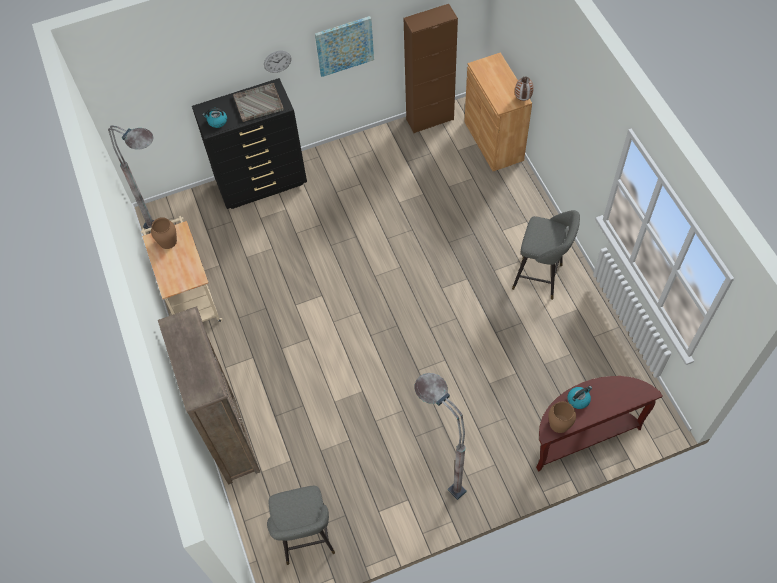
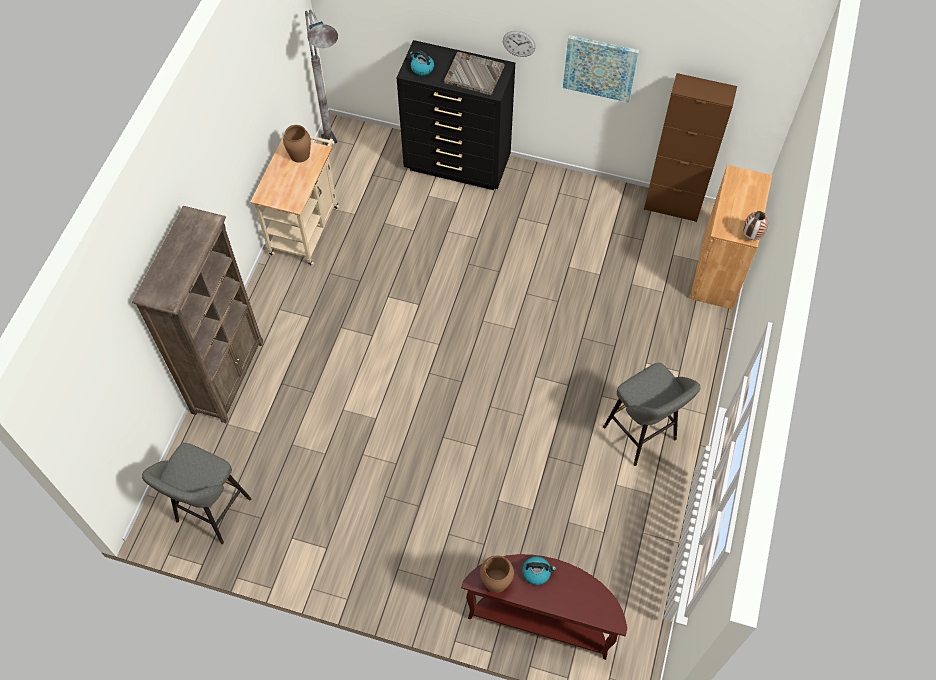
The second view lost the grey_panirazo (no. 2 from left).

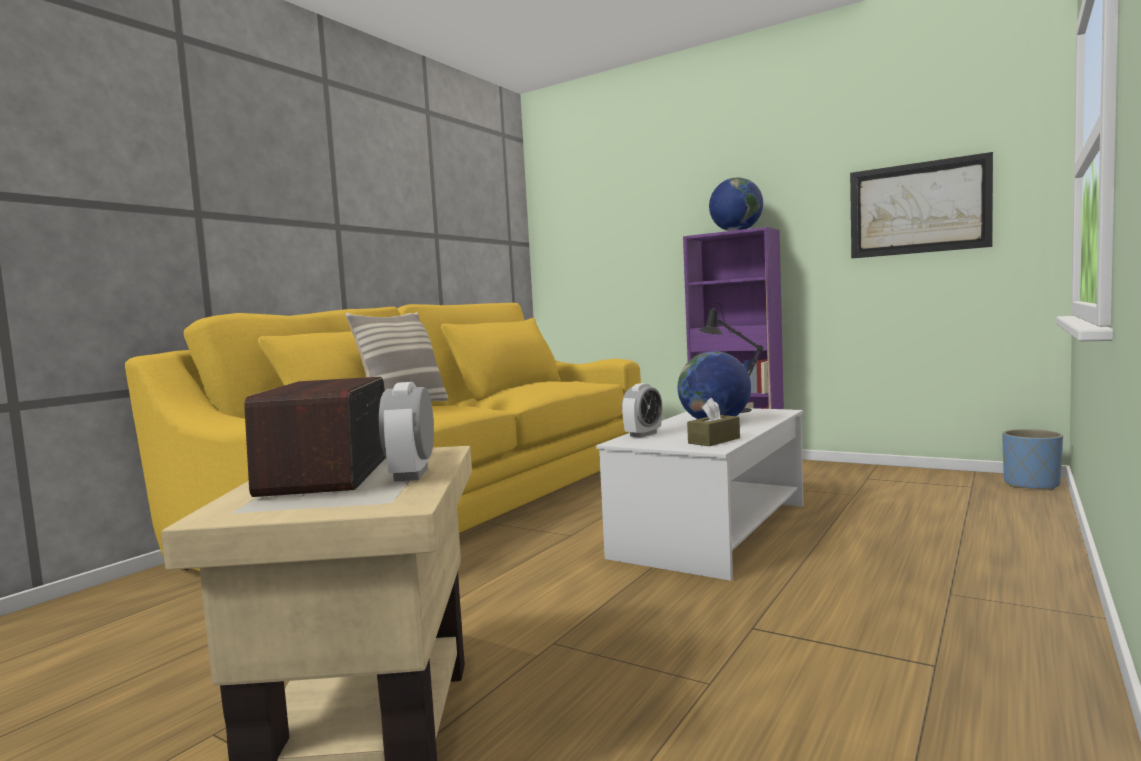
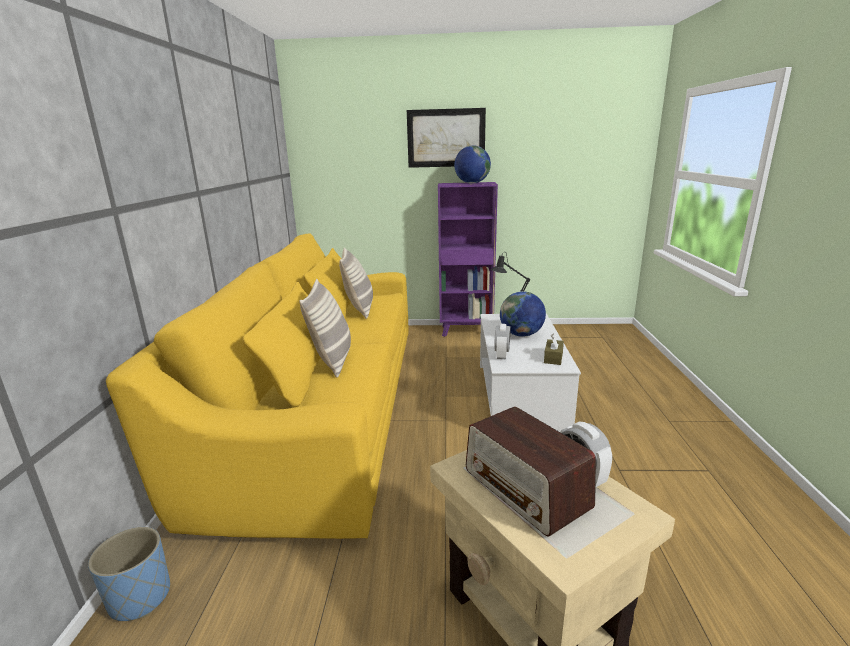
The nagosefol ended up elsewhere. The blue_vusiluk ended up elsewhere. The second view gained the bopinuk (no. 2 from left).

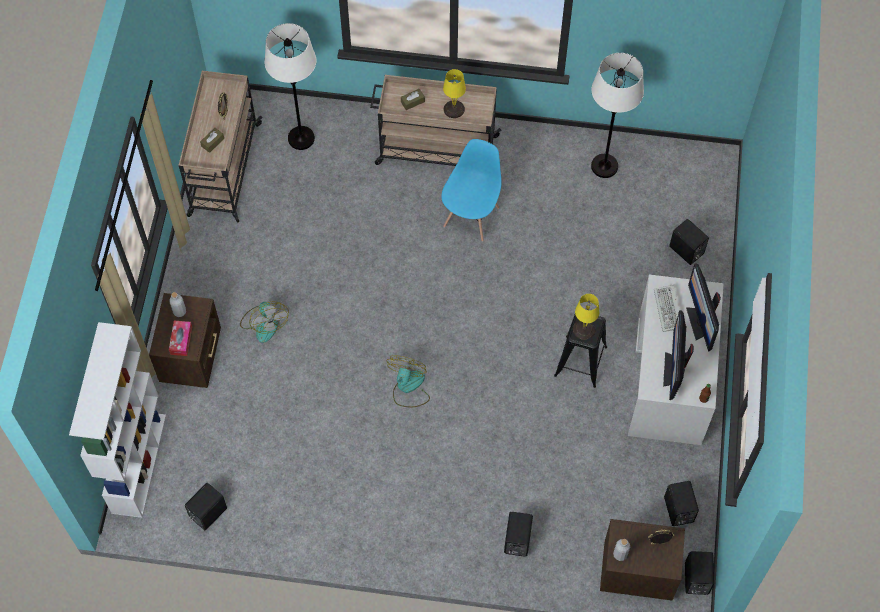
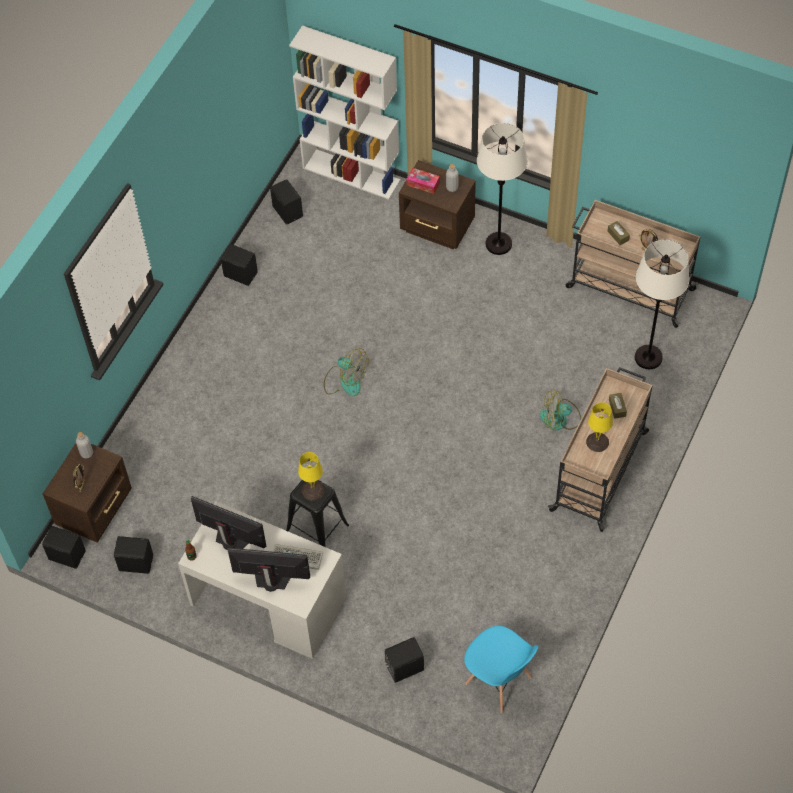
The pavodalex (no. 1 from left in the first image) ended up elsewhere. The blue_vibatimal ended up elsewhere. The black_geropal (no. 2 from left in the first image) ended up elsewhere. The white_panirazo (no. 2 from left in the first image) ended up elsewhere.

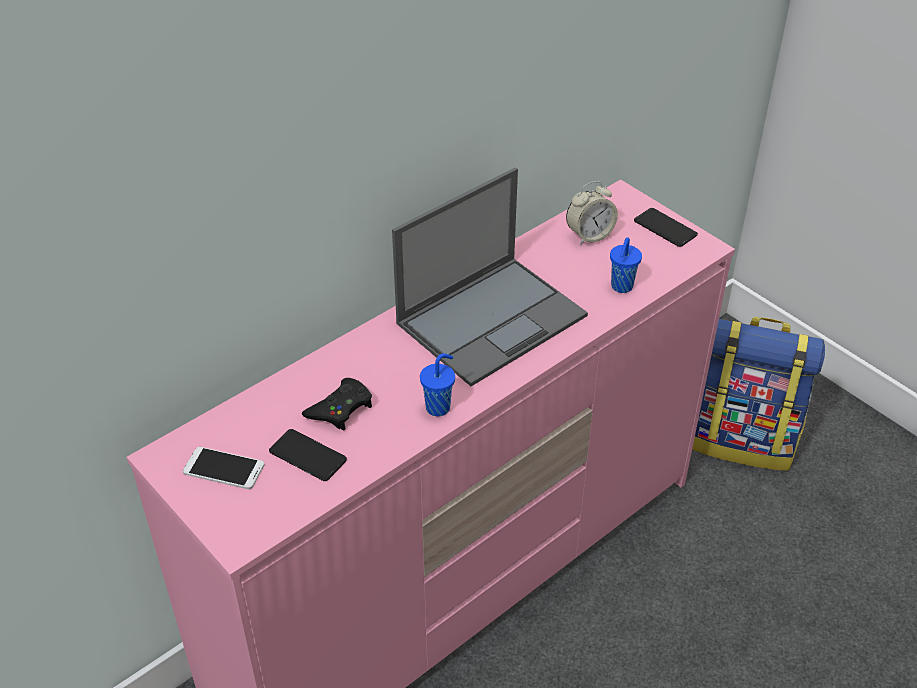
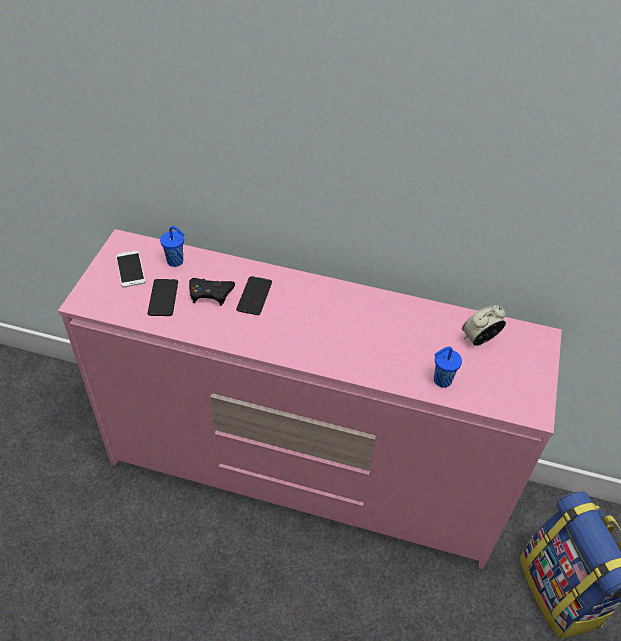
The second view lost the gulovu. The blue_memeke (no. 1 from left) ended up elsewhere. The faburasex ended up facing another way, 120 degrees clockwise from before. The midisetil (no. 3 from left) ended up elsewhere.

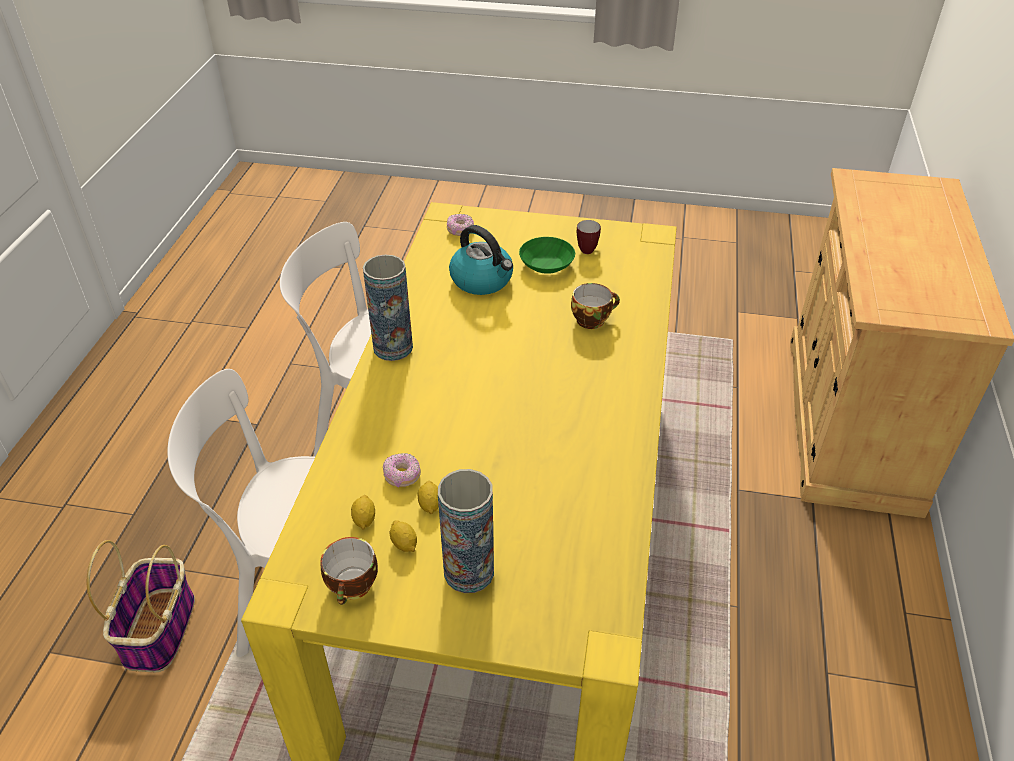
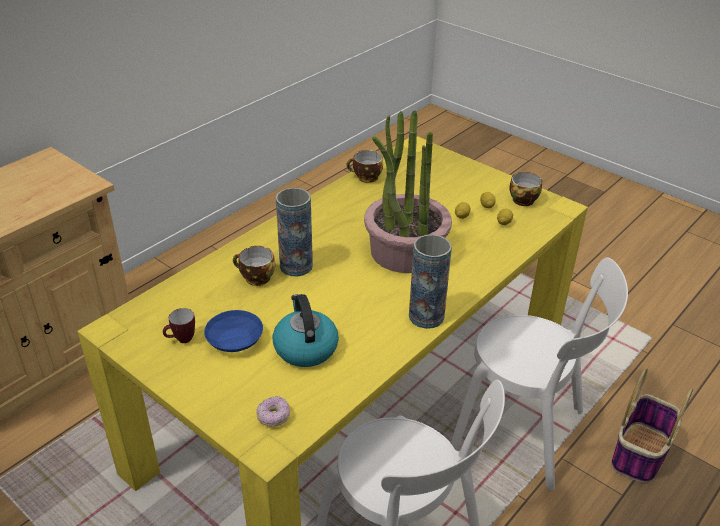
The second view lost the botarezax (no. 1 from left). The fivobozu (no. 2 from left in the first image) ended up elsewhere. What was the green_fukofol turned into the blue_fukofol. The second view gained the memeke (no. 2 from left). The second view gained the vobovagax.

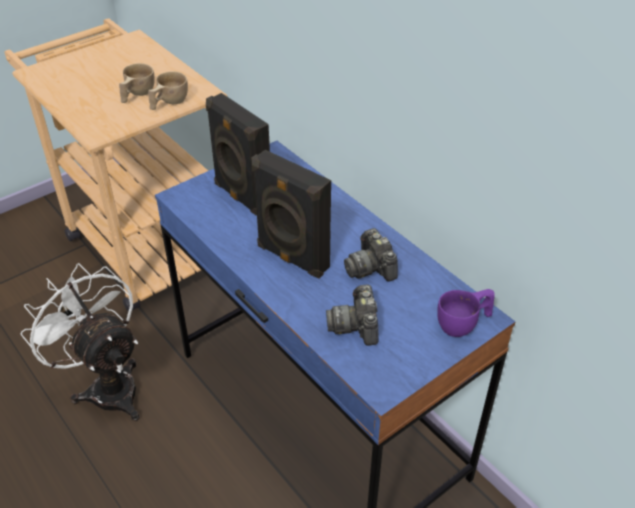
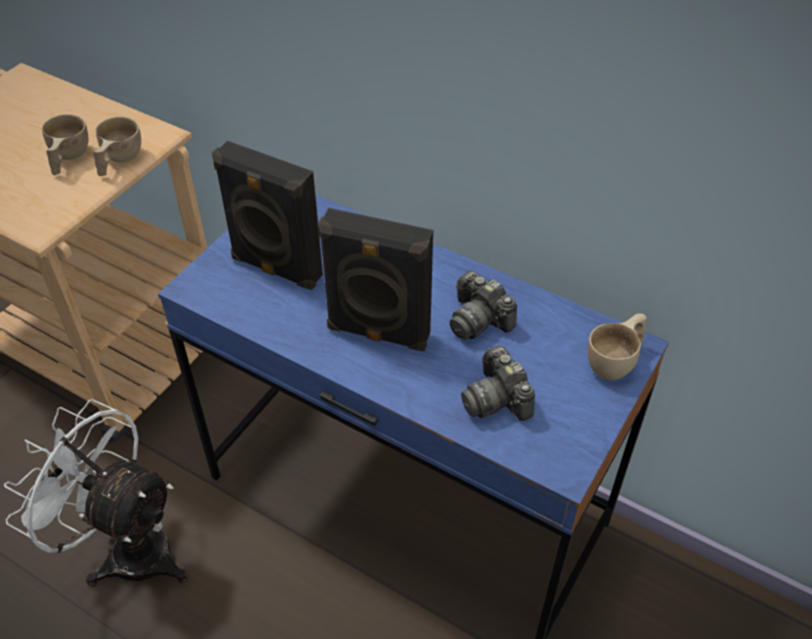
What was the purple_memeke turned into the beige_memeke (no. 3 from left).

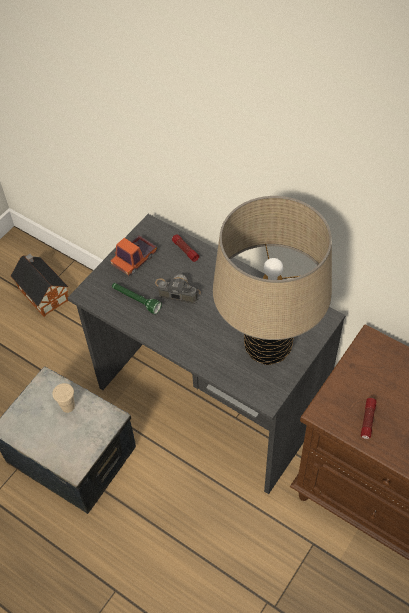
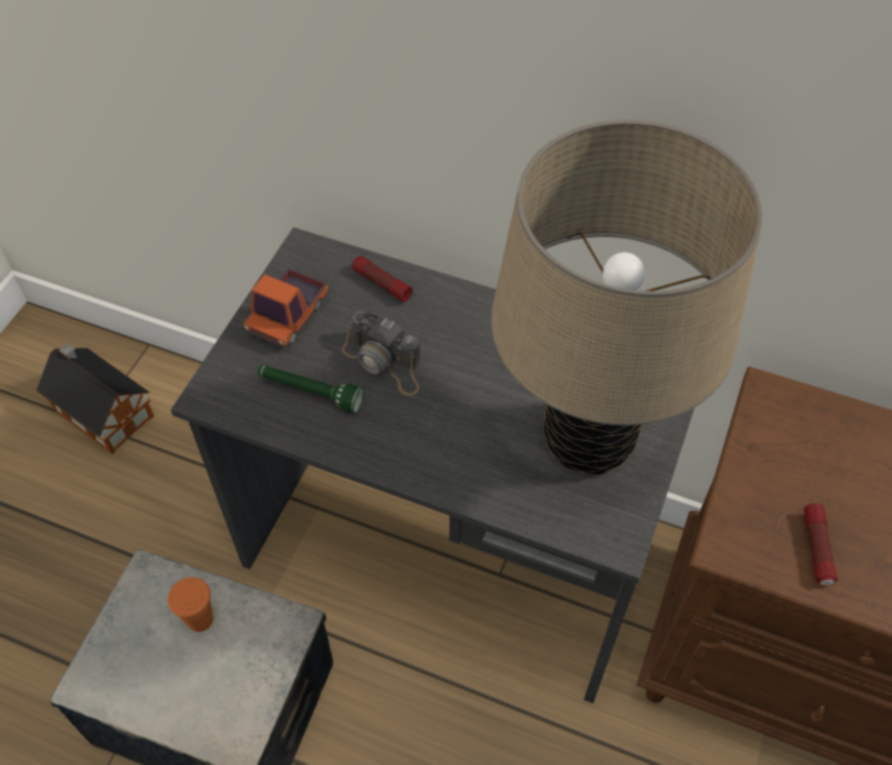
What was the beige_memeke turned into the orange_memeke. The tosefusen ended up facing another way, 150 degrees counterclockwise from before.

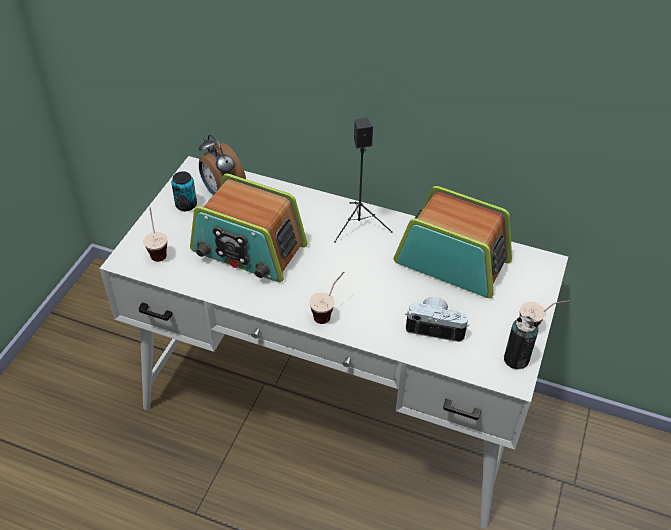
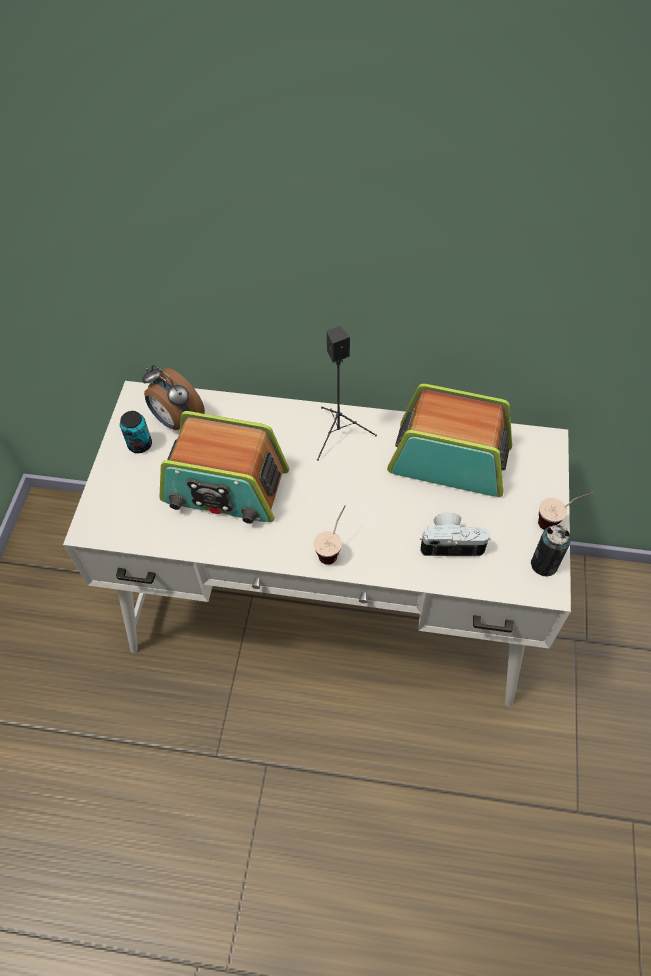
The second view lost the memeke (no. 1 from left).

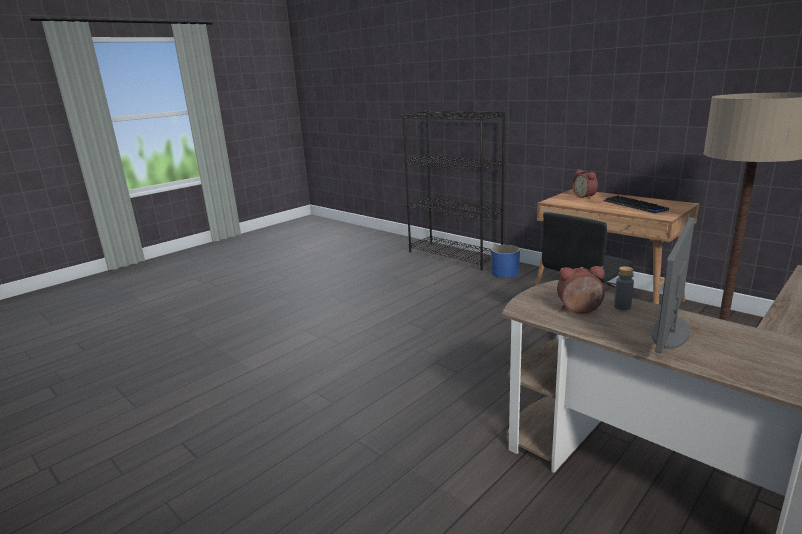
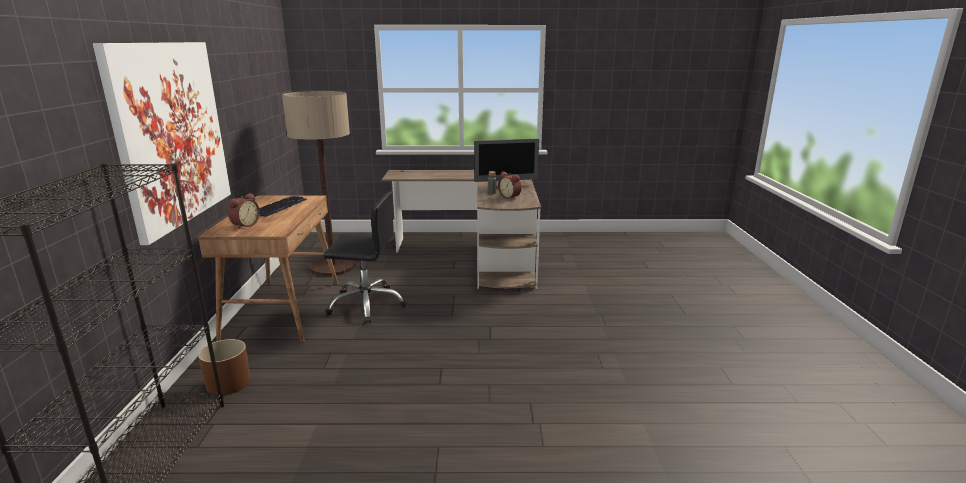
What was the blue_vusiluk turned into the brown_vusiluk. The second view gained the nagosefol.

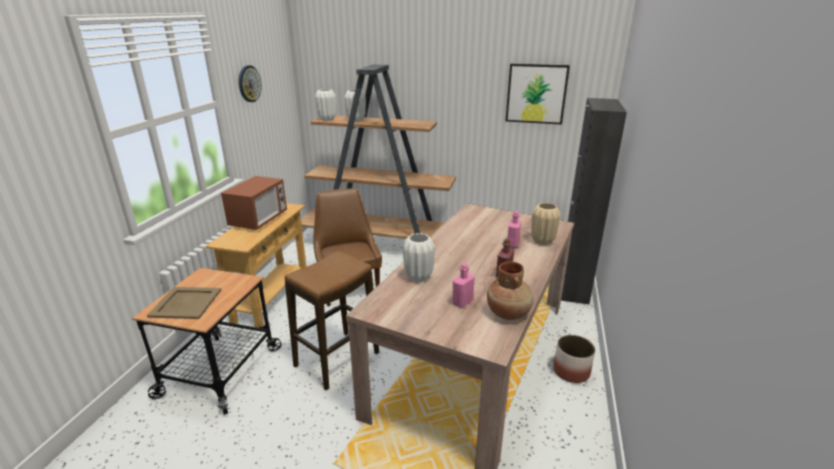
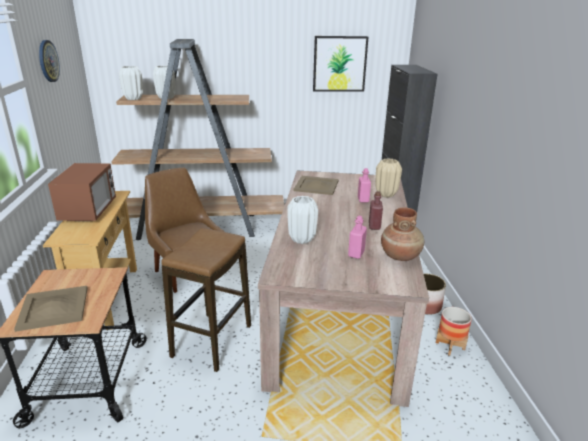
The second view gained the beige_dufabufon (no. 2 from left). The second view gained the vusiluk (no. 2 from left).

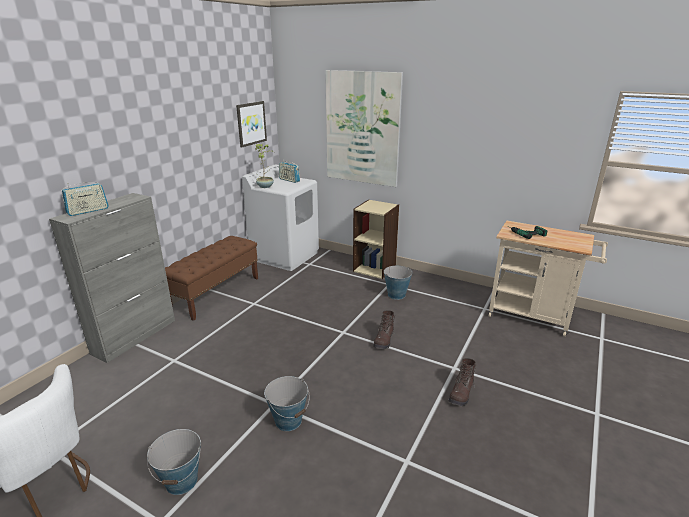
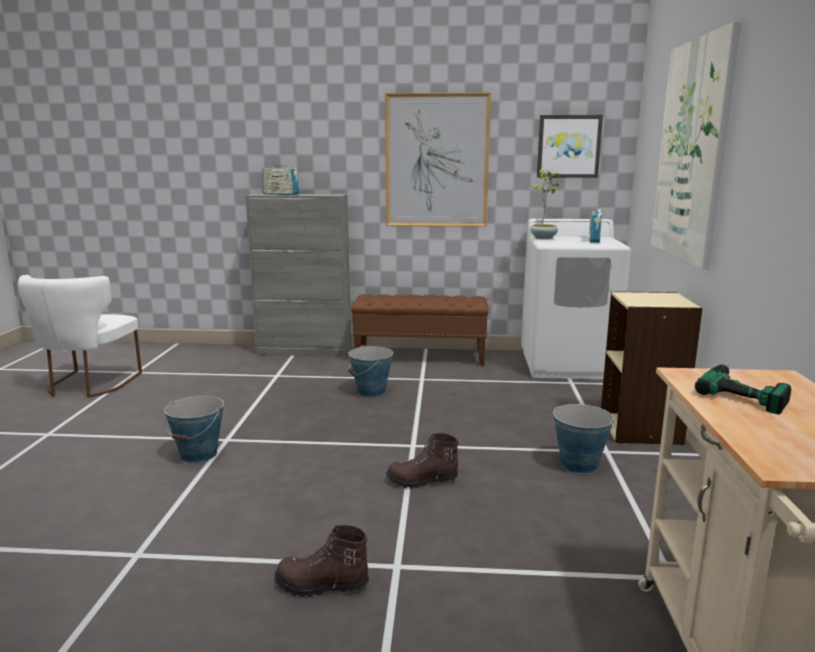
The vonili (no. 1 from left in the first image) ended up elsewhere. The second view gained the nagosefol (no. 1 from left).

